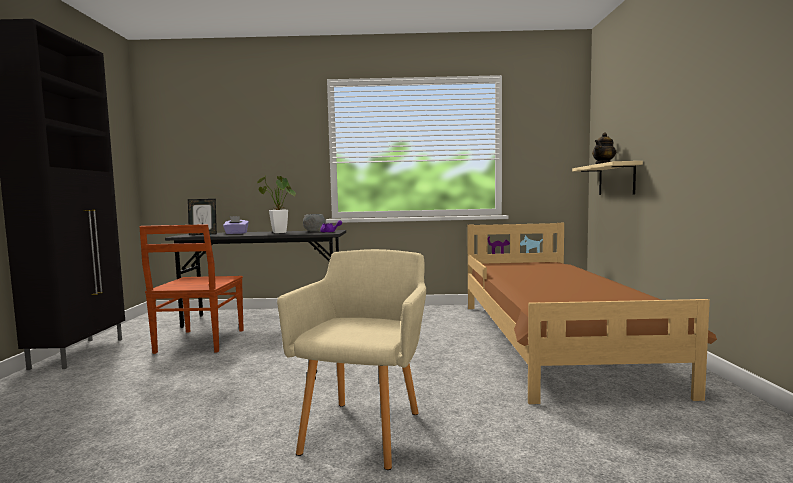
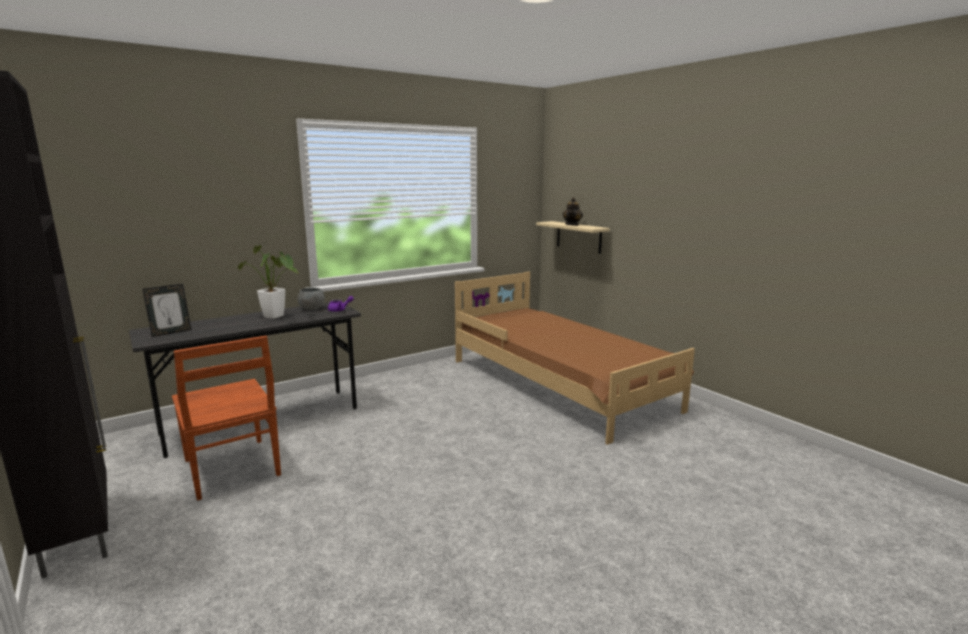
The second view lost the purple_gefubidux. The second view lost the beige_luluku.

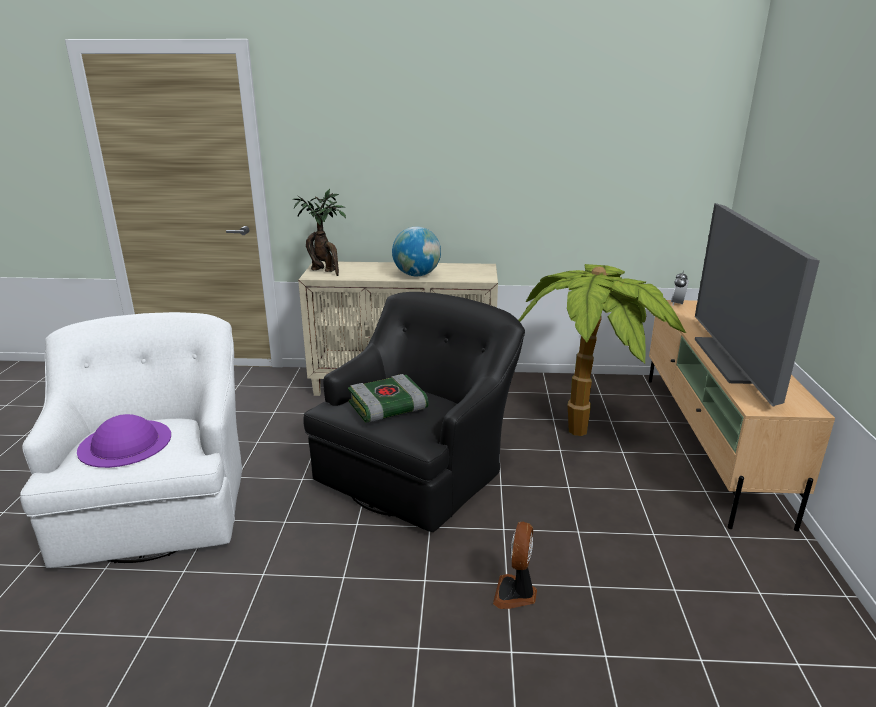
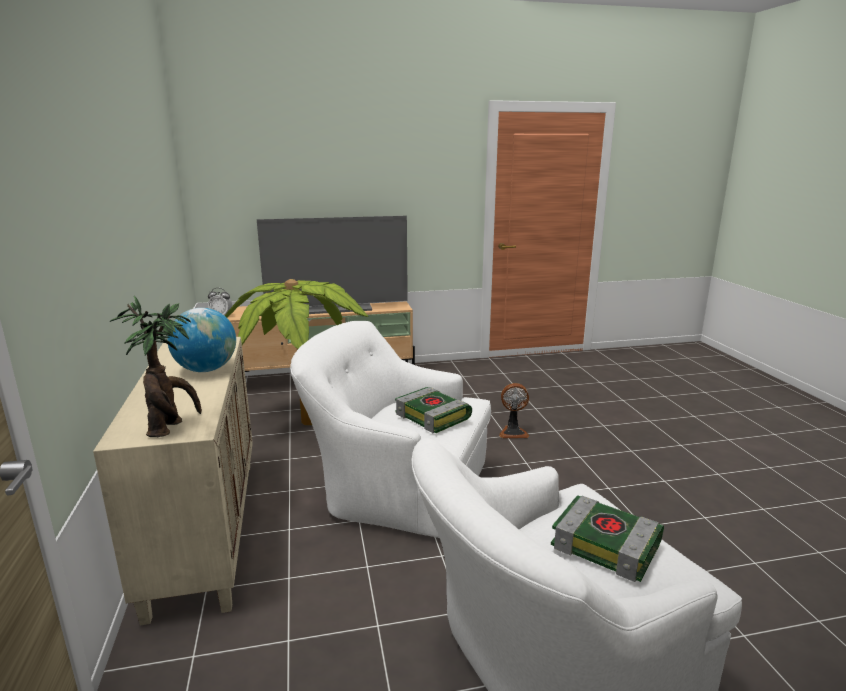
Where the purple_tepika stood, the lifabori (no. 2 from left) came to stand. What was the black_luluku turned into the white_luluku (no. 1 from left).

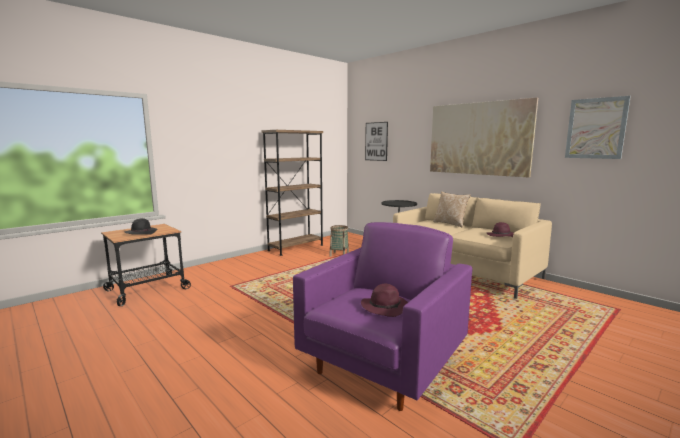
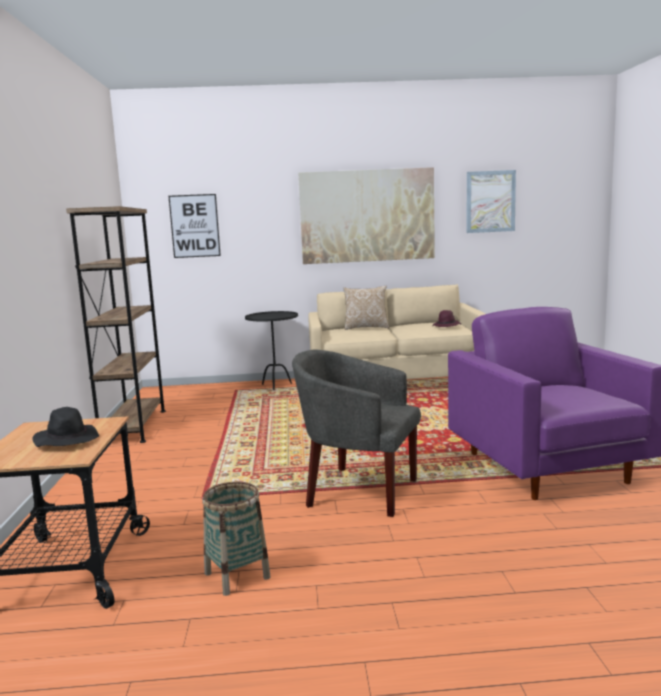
The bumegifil ended up elsewhere. The second view lost the purple_tepika (no. 1 from left). The second view gained the grey_luluku.

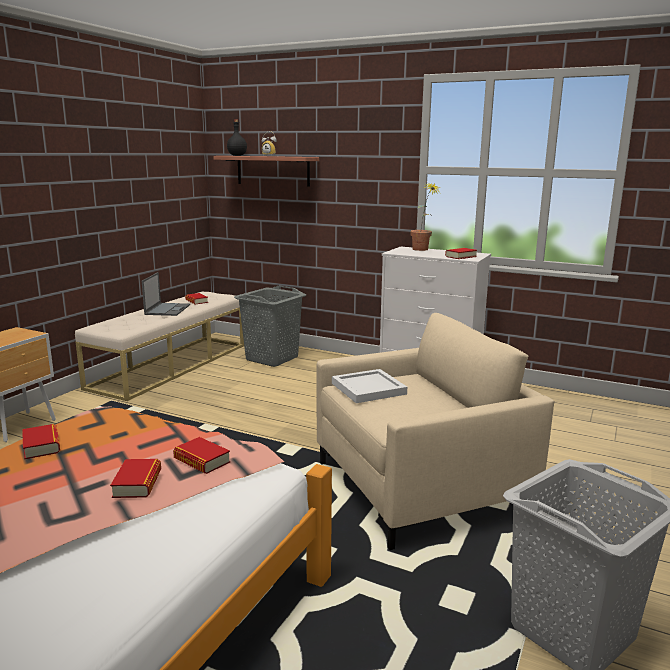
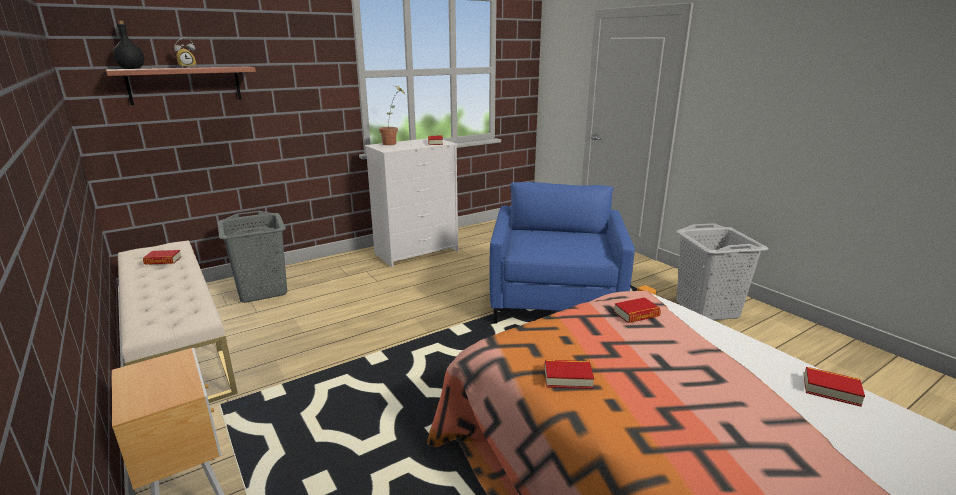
The lifabori (no. 2 from left in the first image) ended up elsewhere. The second view lost the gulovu. What was the beige_luluku turned into the blue_luluku. The second view lost the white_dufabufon.

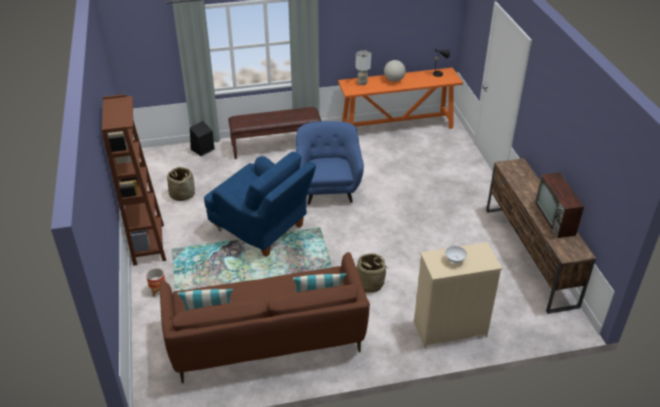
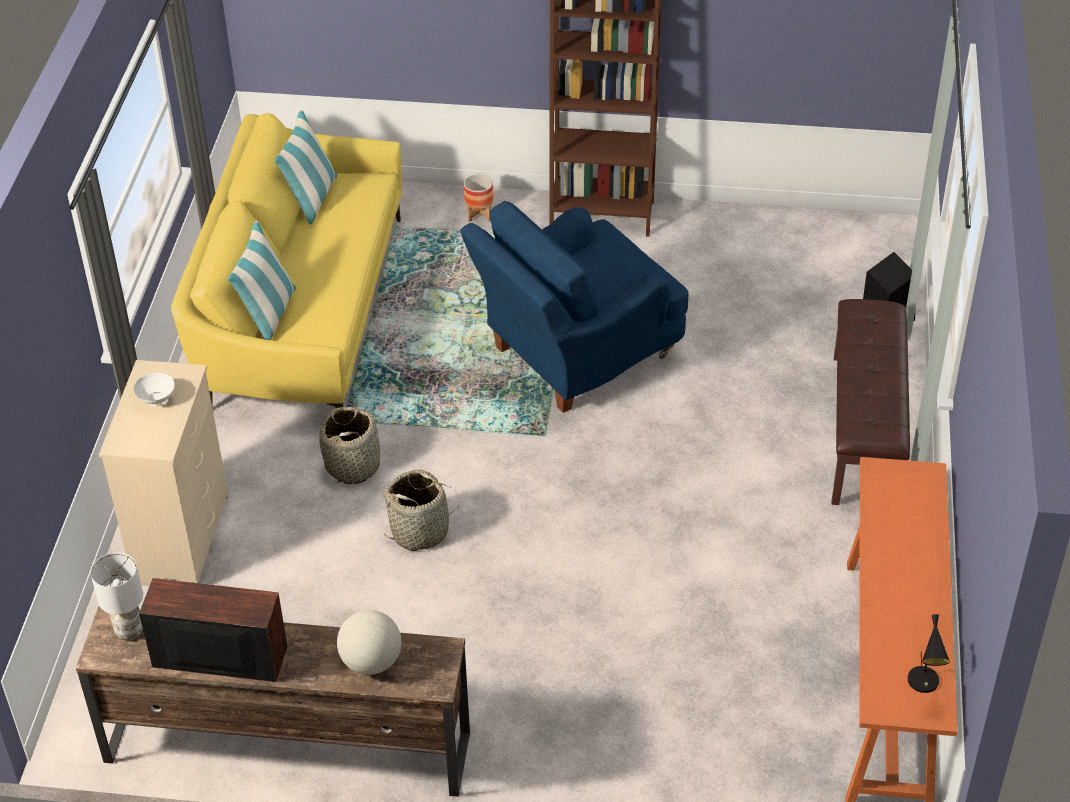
What was the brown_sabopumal turned into the yellow_sabopumal. The bumegifil (no. 1 from left in the first image) ended up elsewhere. The second view lost the blue_luluku (no. 2 from left). The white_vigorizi ended up elsewhere. The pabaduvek ended up elsewhere.

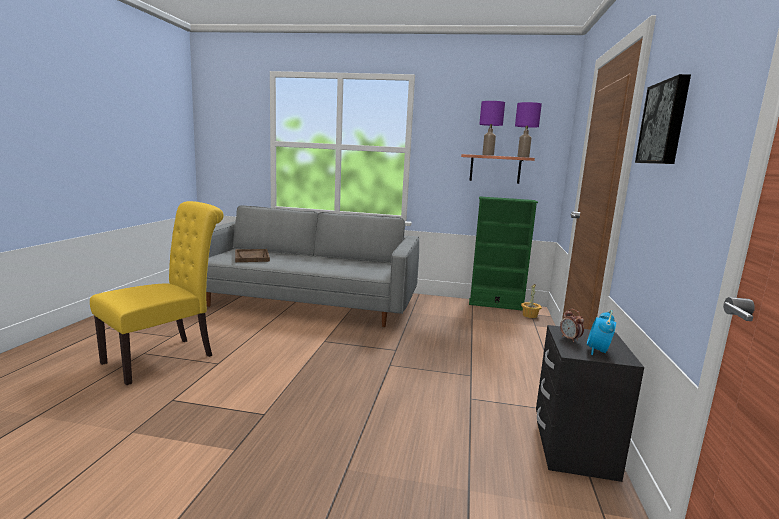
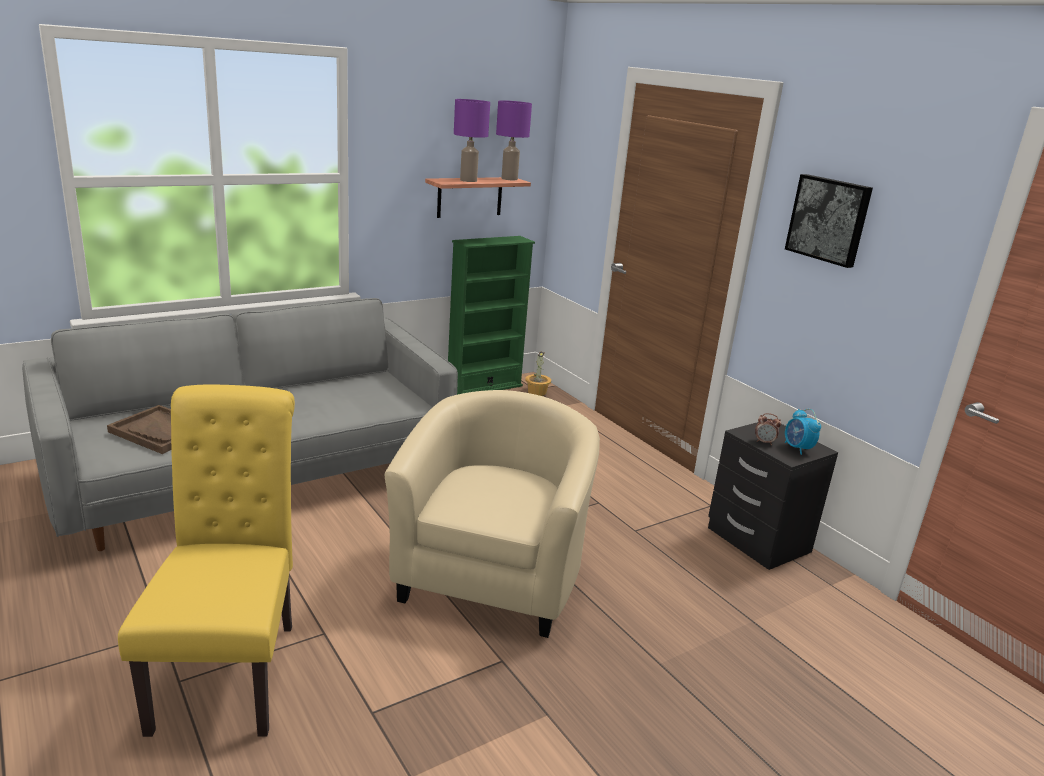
The second view gained the beige_luluku.

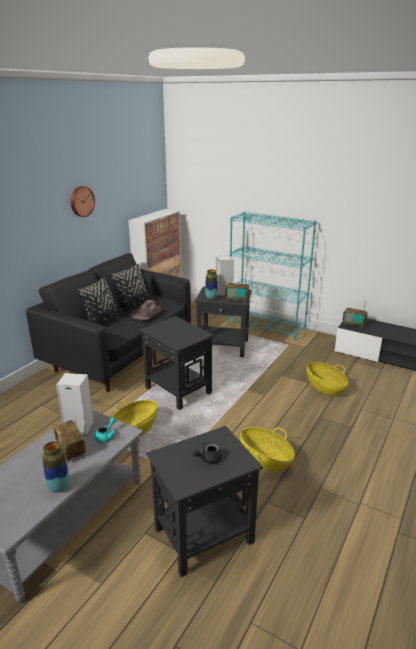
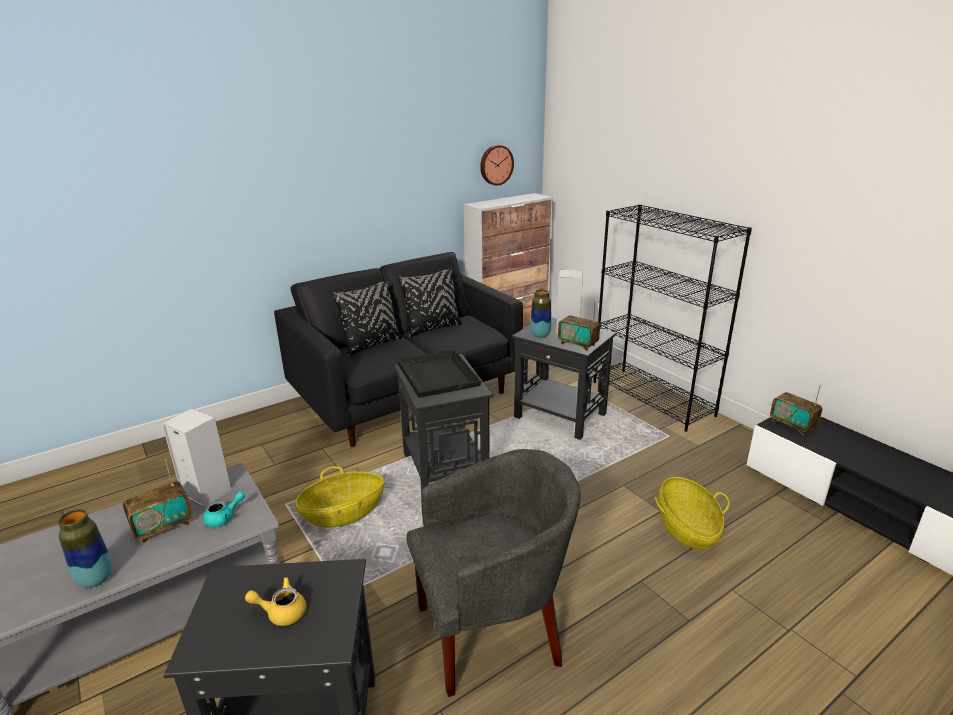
The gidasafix (no. 1 from left) ended up facing another way, 120 degrees counterclockwise from before. The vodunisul ended up elsewhere. The second view lost the brown_tepika. What was the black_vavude turned into the yellow_vavude. What was the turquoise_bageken turned into the black_bageken. Where the bumegifil (no. 2 from left) stood, the grey_luluku came to stand. The second view gained the black_dufabufon.

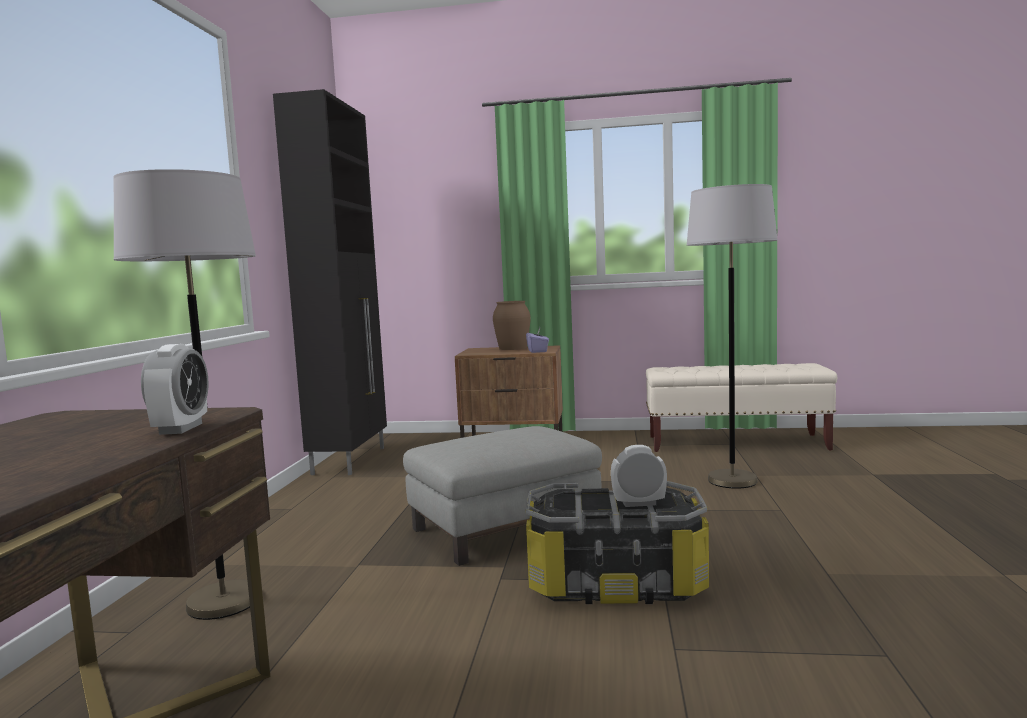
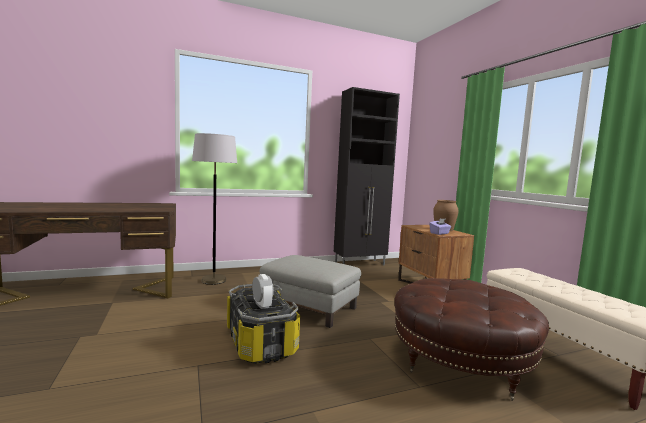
The second view lost the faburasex (no. 1 from left). Where the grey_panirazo (no. 2 from left) stood, the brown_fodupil came to stand.

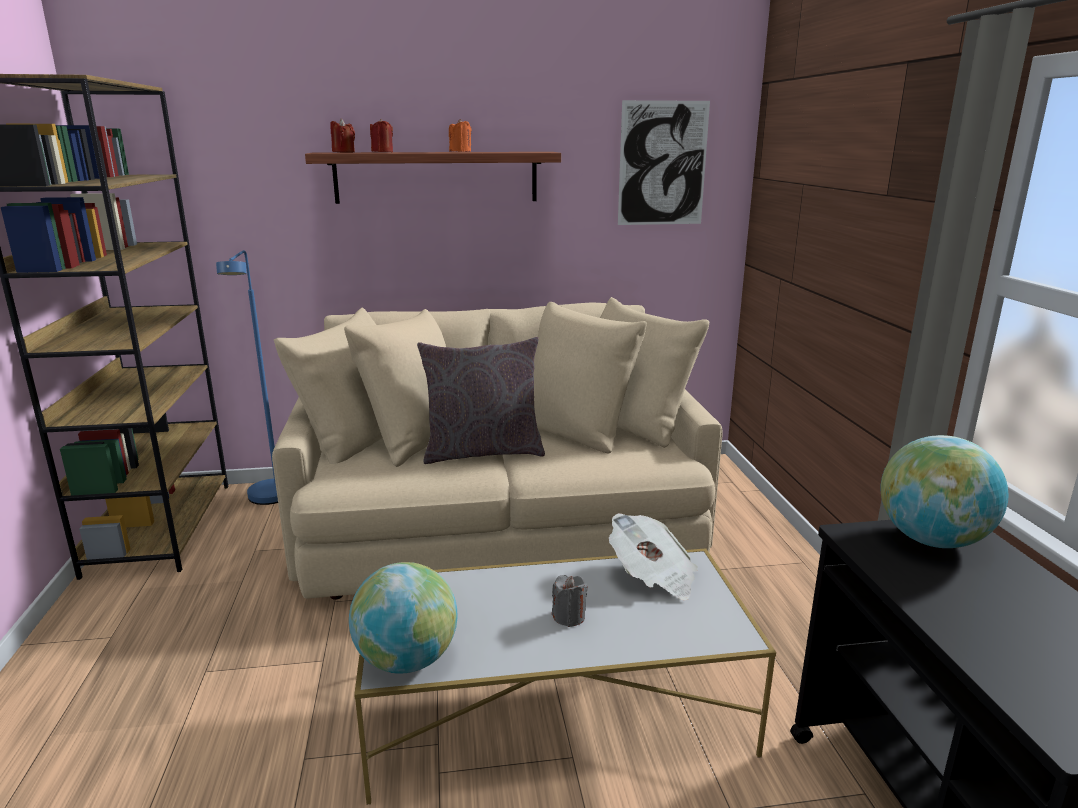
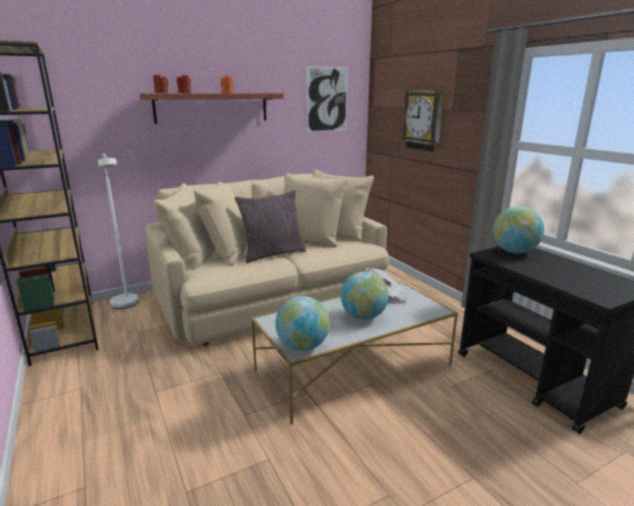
What was the blue_panirazo turned into the white_panirazo. Where the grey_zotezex stood, the pabaduvek (no. 2 from left) came to stand. The second view gained the vodunisul.

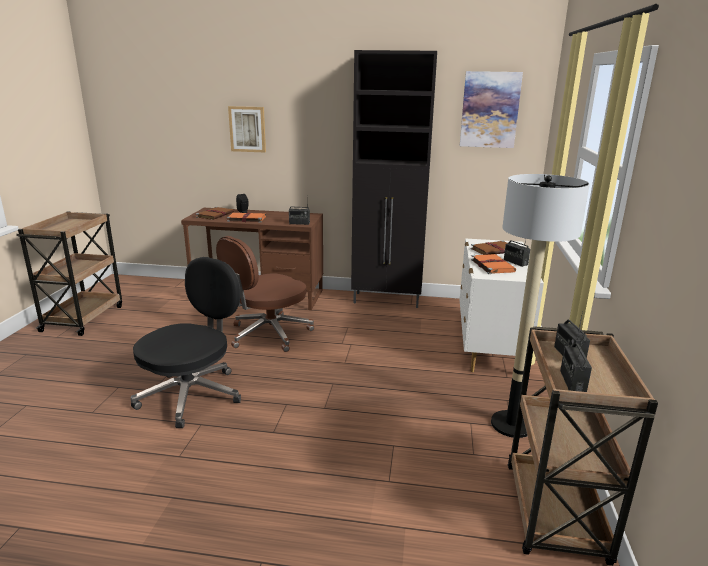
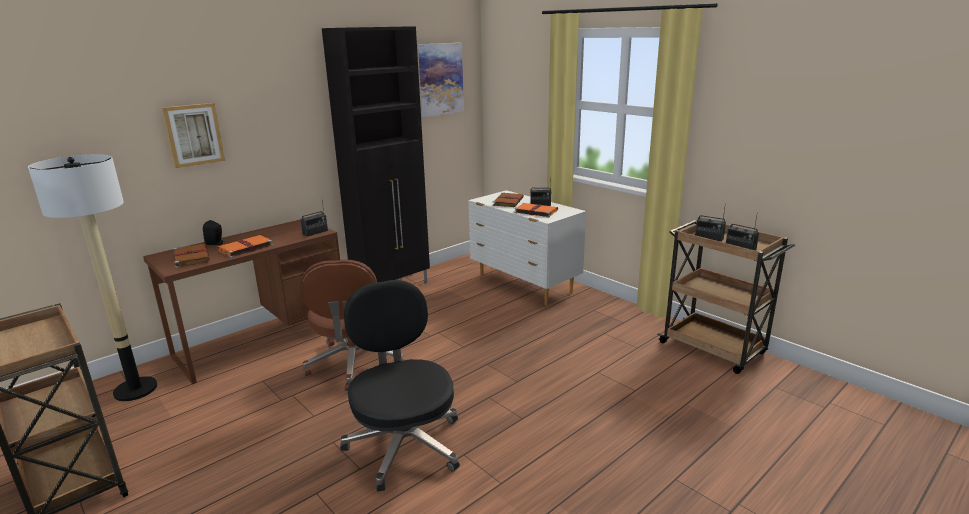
The panirazo ended up elsewhere.

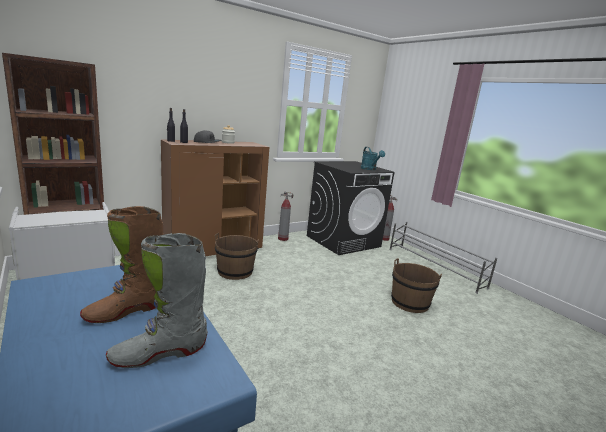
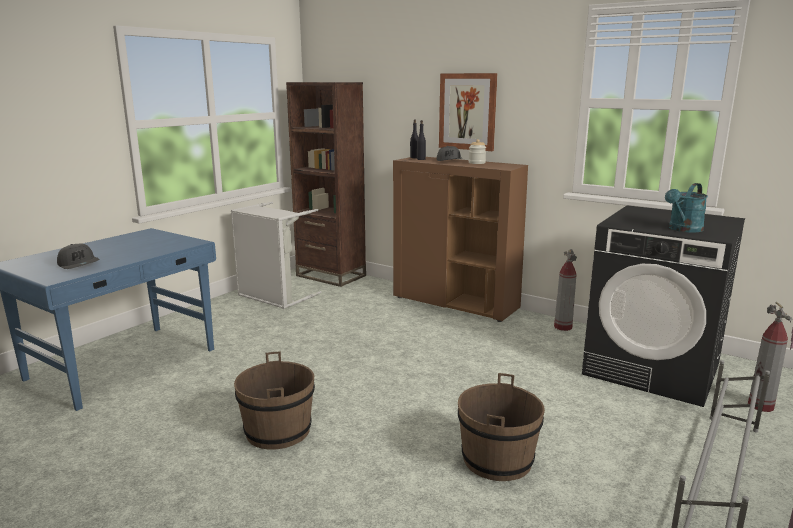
The second view lost the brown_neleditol. Where the grey_neleditol stood, the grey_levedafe (no. 1 from left) came to stand. The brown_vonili (no. 1 from left) ended up elsewhere. The second view gained the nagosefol.

